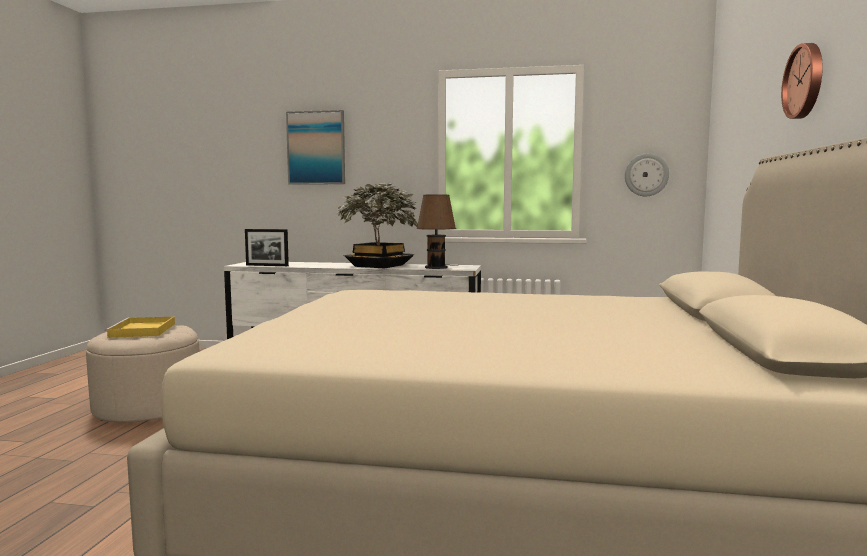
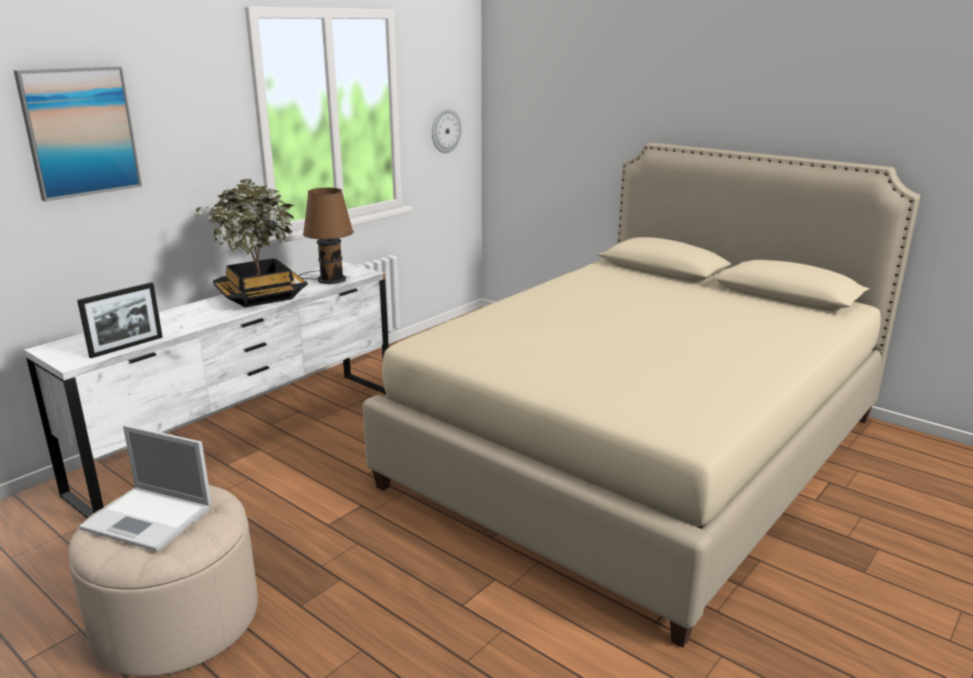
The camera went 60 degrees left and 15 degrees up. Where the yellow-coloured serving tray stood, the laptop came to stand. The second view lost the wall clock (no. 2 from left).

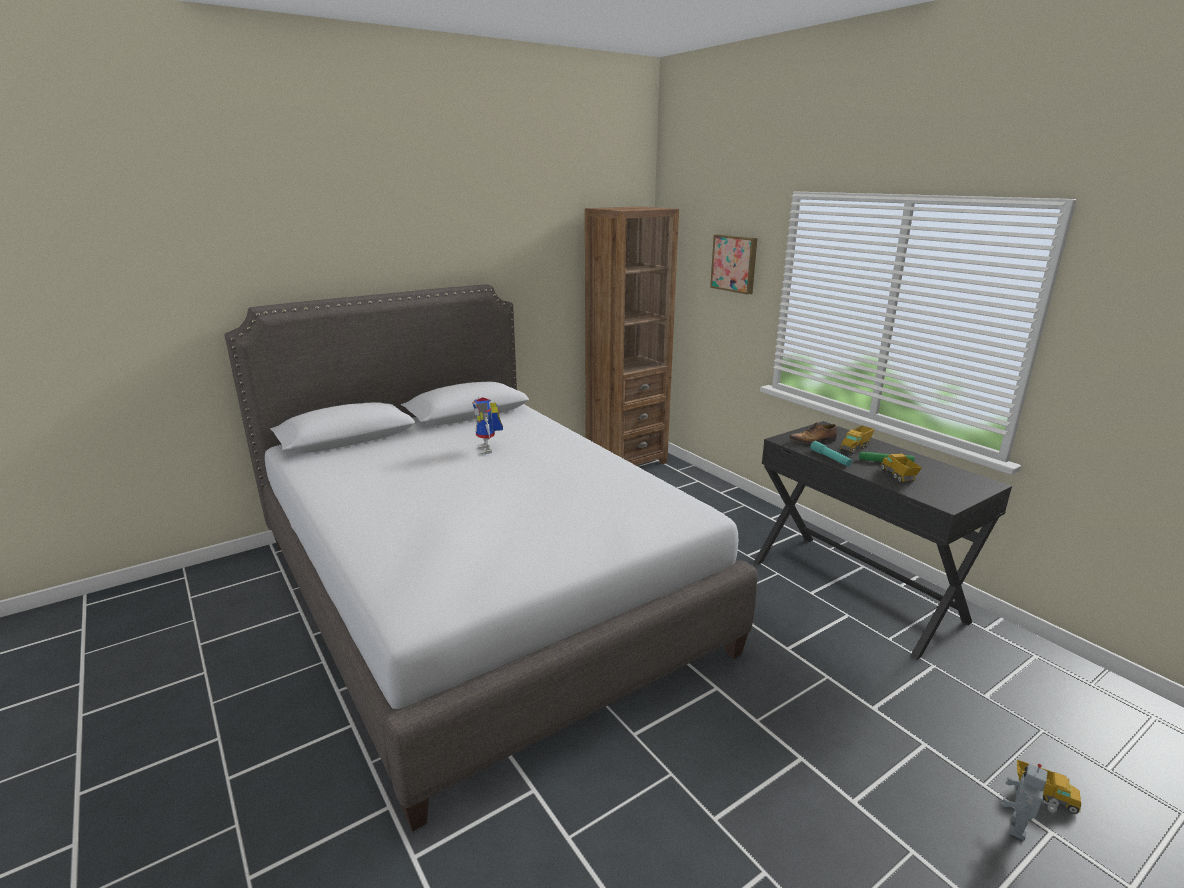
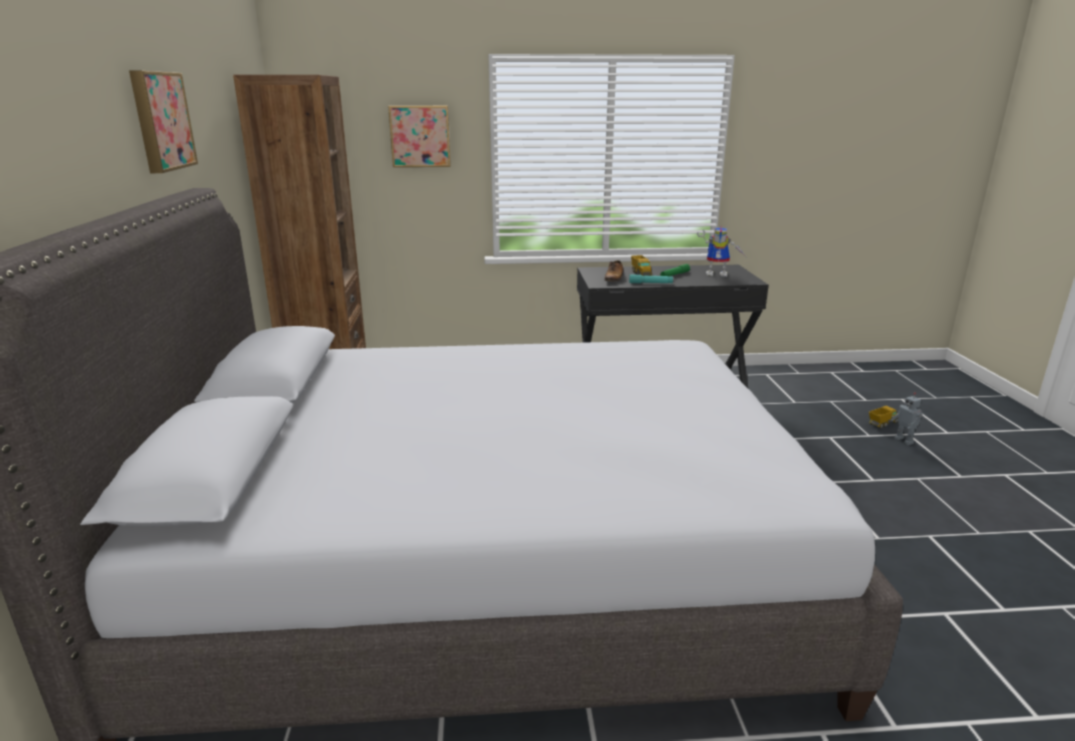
The camera went 60 degrees left and 0 degrees up. The robot figure (no. 1 from left) ended up elsewhere. The second view lost the toy lorry (no. 2 from left). The second view gained the wall art (no. 1 from left).

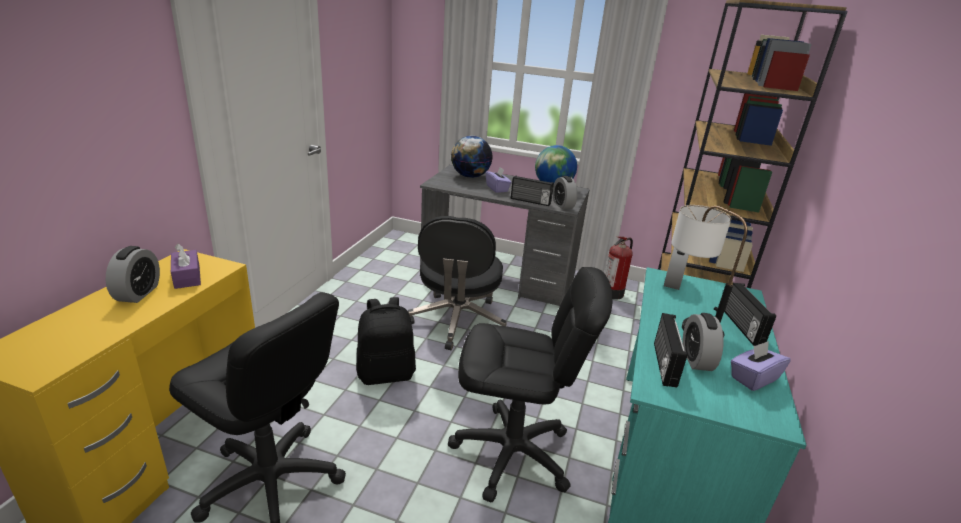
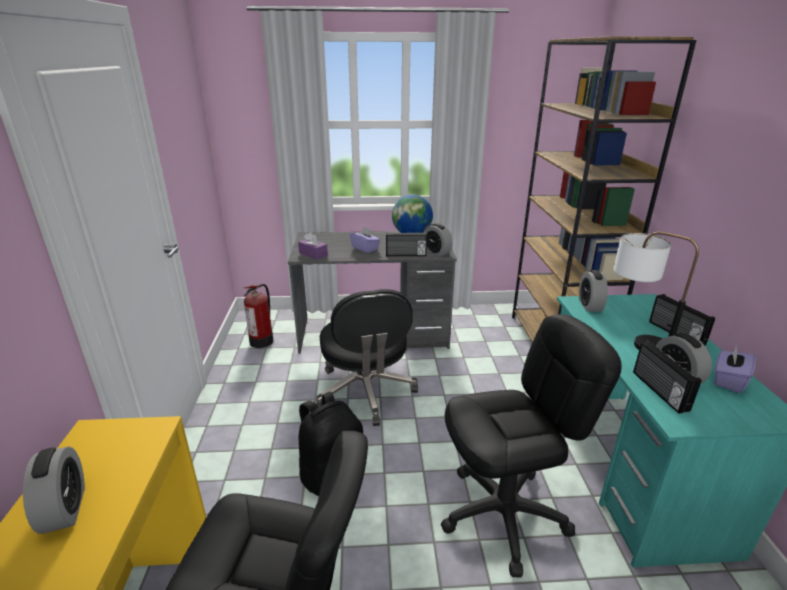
The camera went 20 degrees left and 0 degrees up. The purple-coloured box of tissues (no. 1 from left) ended up elsewhere. The second view lost the world globe (no. 1 from left). The fire extinguisher ended up elsewhere.

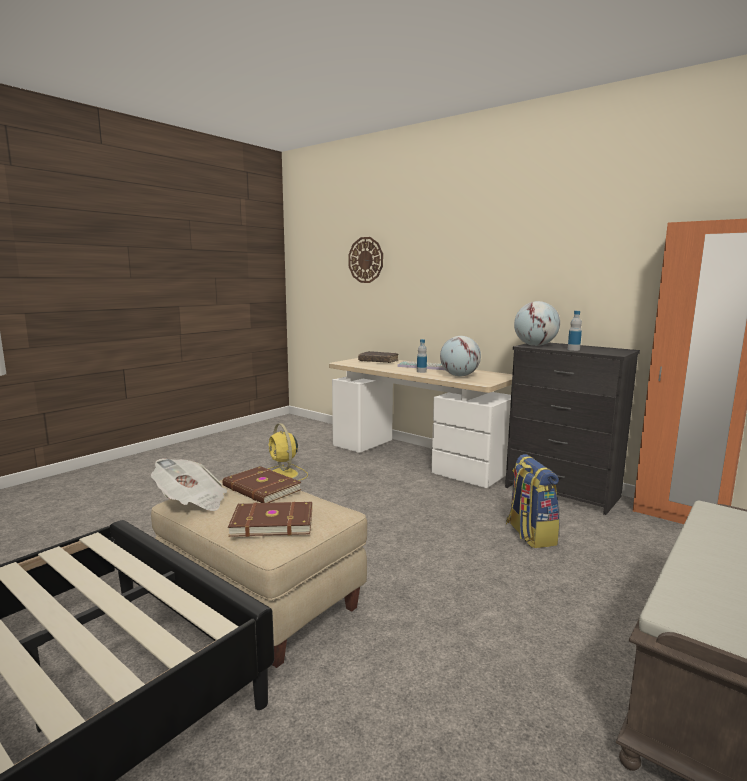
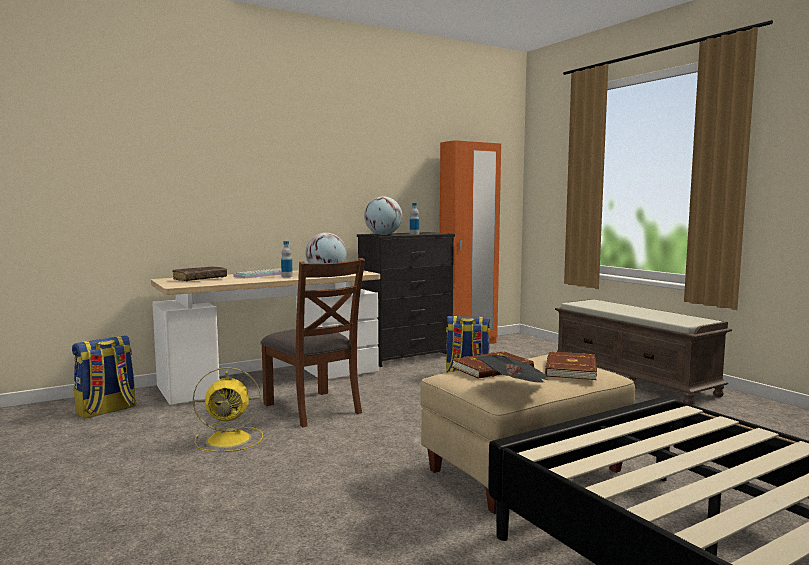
The camera went 70 degrees left and 5 degrees down. The second view lost the wall clock. The second view gained the rucksack (no. 1 from left). The second view gained the brown chair.

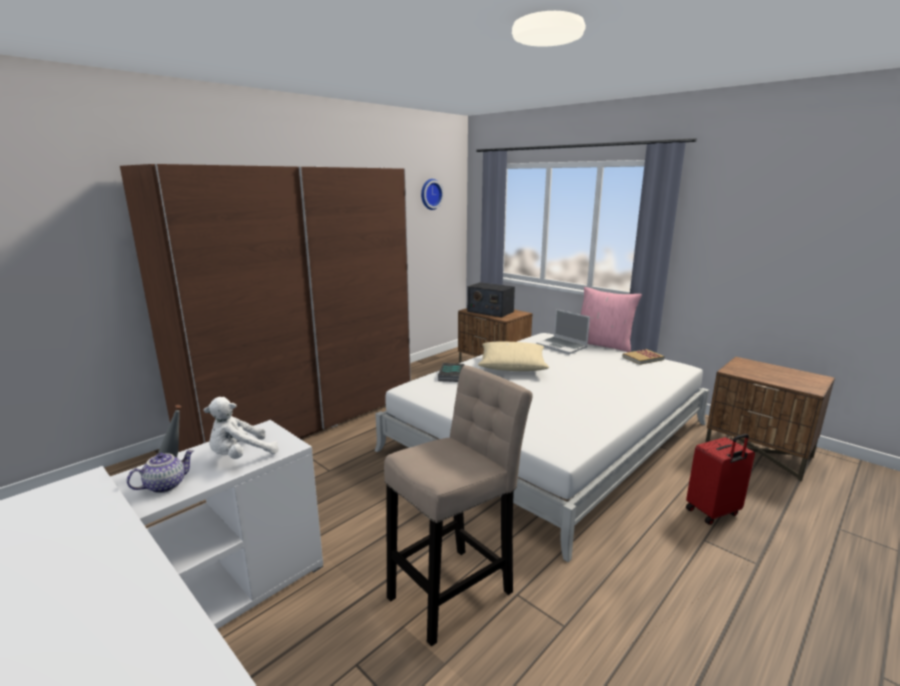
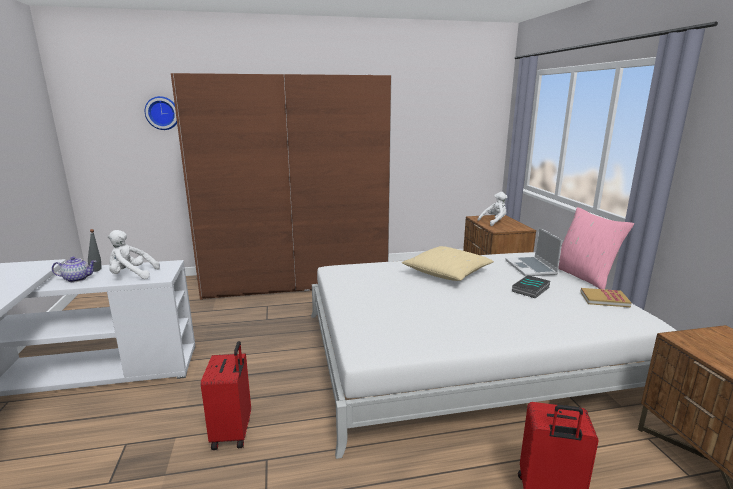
The camera went 35 degrees right and 0 degrees up. Where the sand-coloured stool seat stood, the reddish travel case (no. 1 from left) came to stand. The wall clock ended up elsewhere. The bound book (no. 1 from left) ended up elsewhere. Where the radio stood, the white plush toy (no. 2 from left) came to stand.

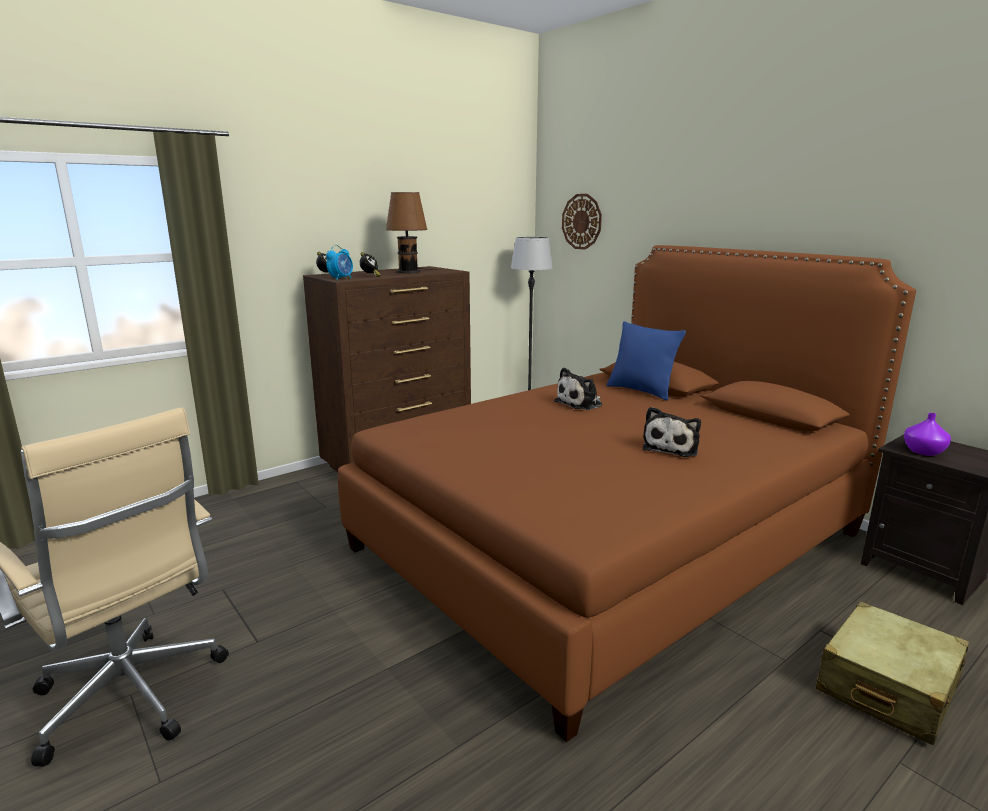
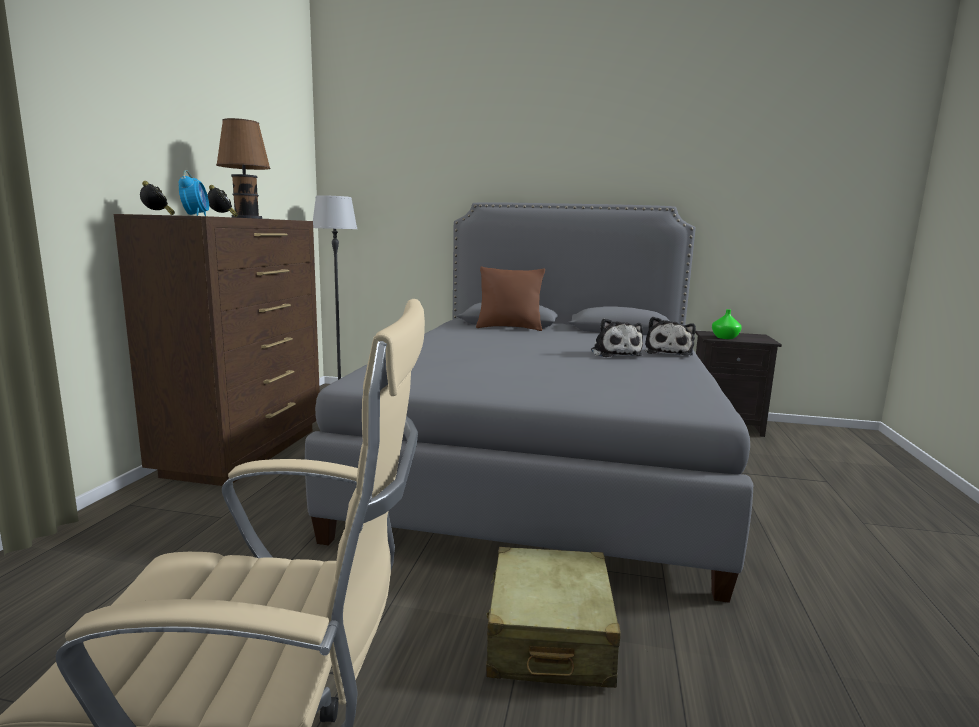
The camera went 40 degrees left and 5 degrees down. What was the brown bedroom bed turned into the grey bedroom bed. The plush toy (no. 1 from left in the first image) ended up elsewhere. The second view lost the wall clock. What was the bluish throw pillow turned into the brown throw pillow. The sand-coloured travel case ended up elsewhere. What was the purple-coloured vase turned into the green-coloured vase.

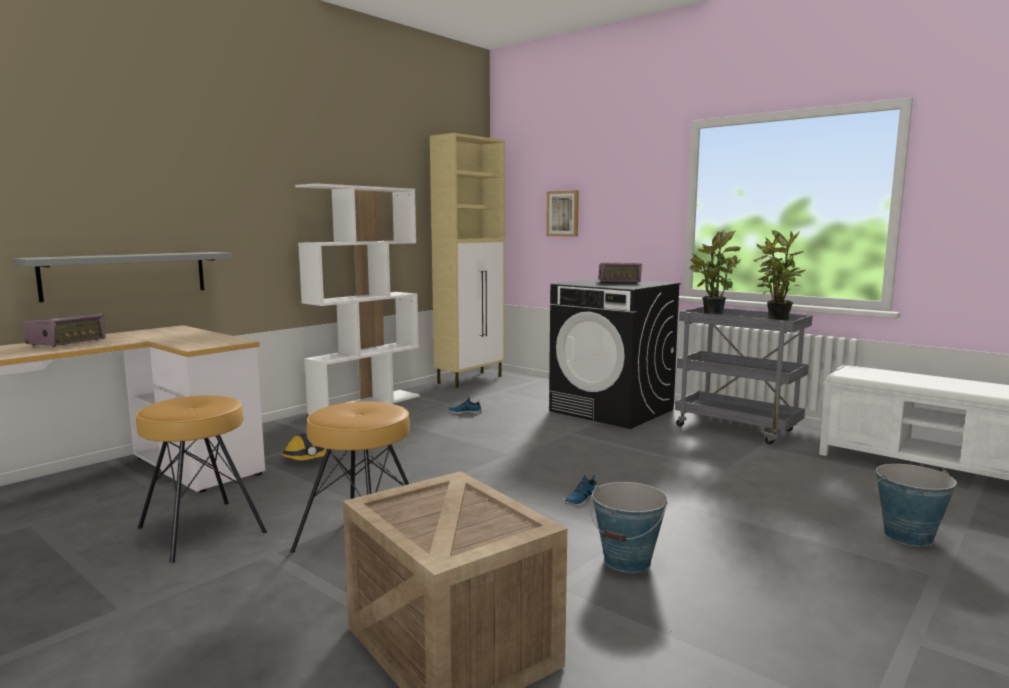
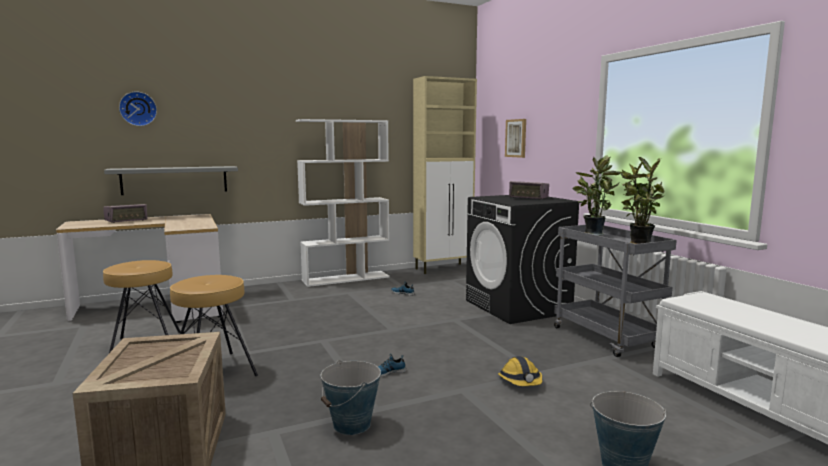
The camera went 25 degrees right and 0 degrees up. The safety helmet ended up elsewhere. The second view gained the wall clock.

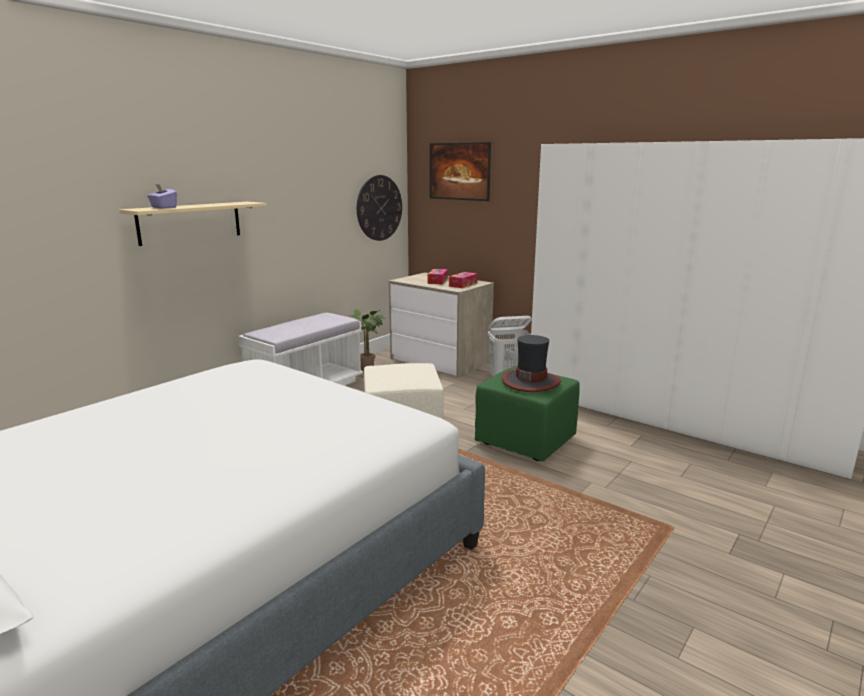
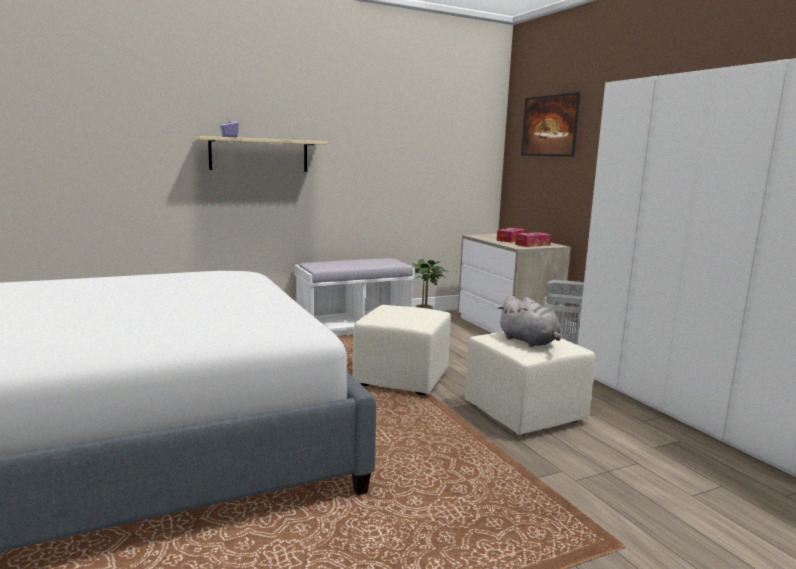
The camera went 25 degrees right and 5 degrees down. The second view lost the wall clock. What was the green-coloured pouffe turned into the sand-coloured pouffe (no. 2 from left). Where the clothing hat stood, the grey plush toy came to stand.

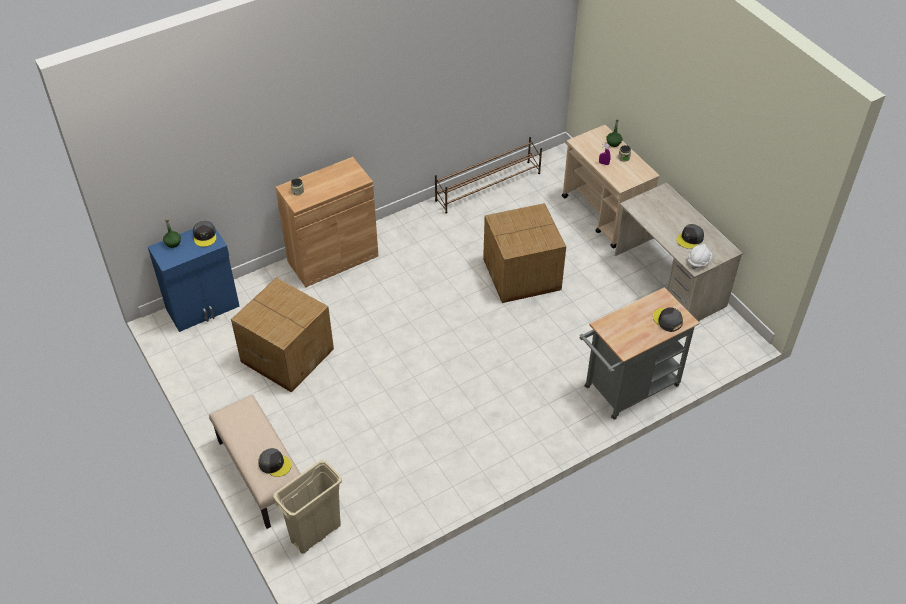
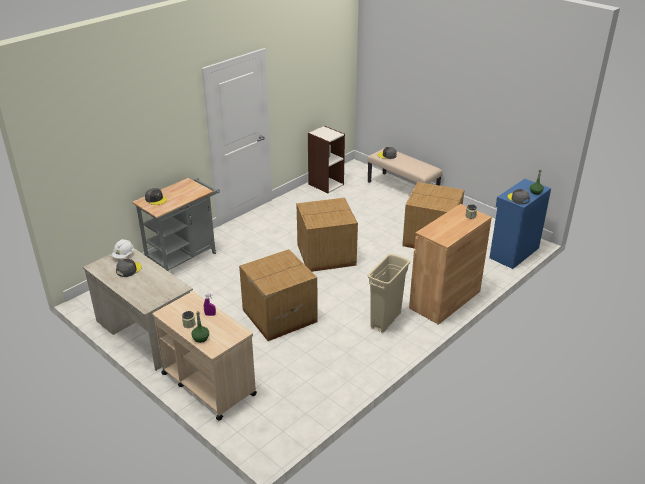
The camera went 165 degrees right and 15 degrees down. The sand-coloured waste bin ended up elsewhere. The second view lost the brown shoe shelf. The second view gained the cardboard box (no. 2 from left). The second view gained the bookshelf.

